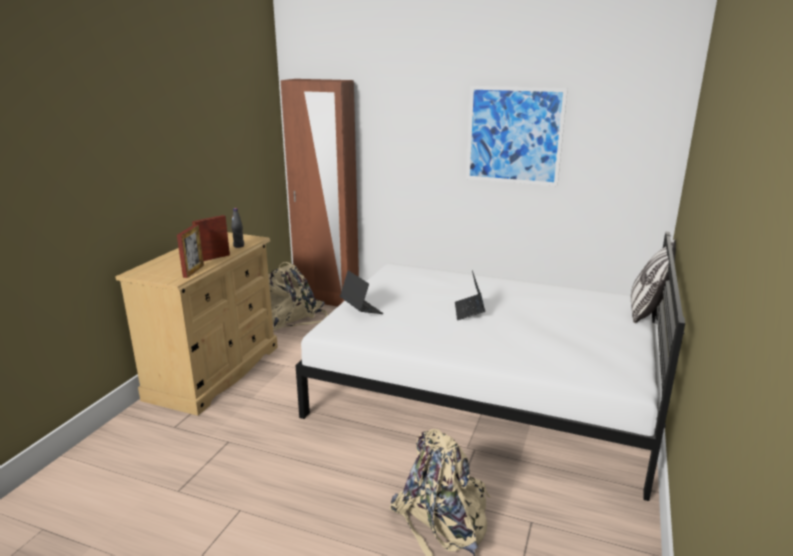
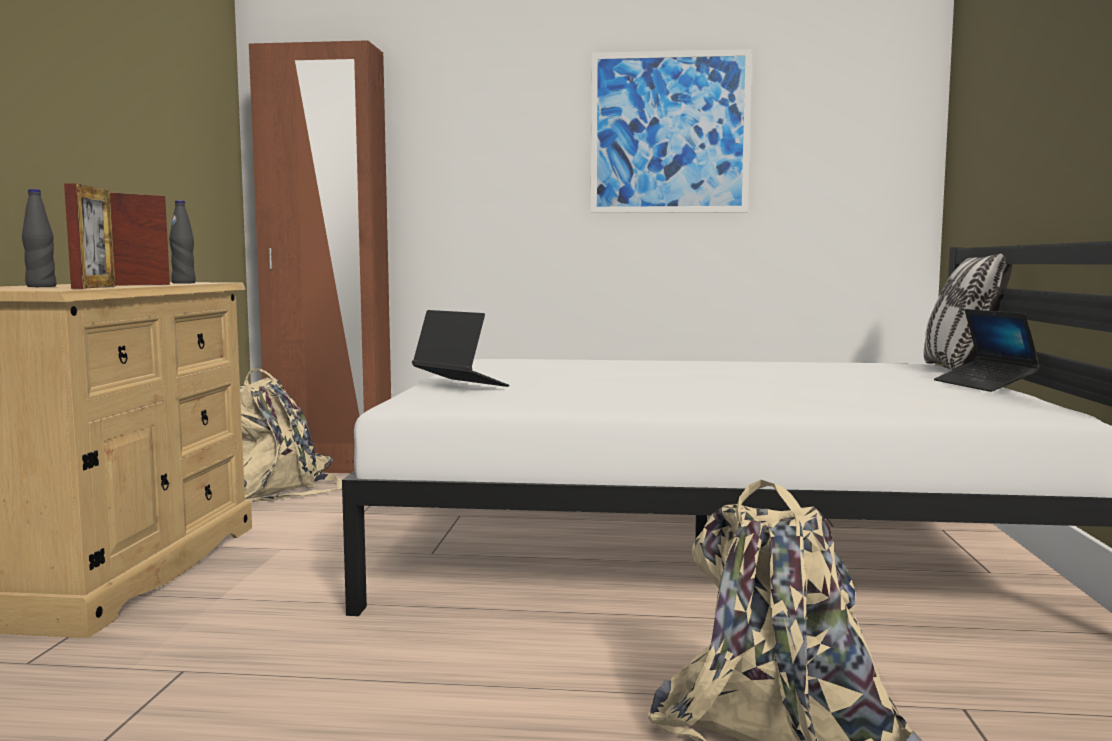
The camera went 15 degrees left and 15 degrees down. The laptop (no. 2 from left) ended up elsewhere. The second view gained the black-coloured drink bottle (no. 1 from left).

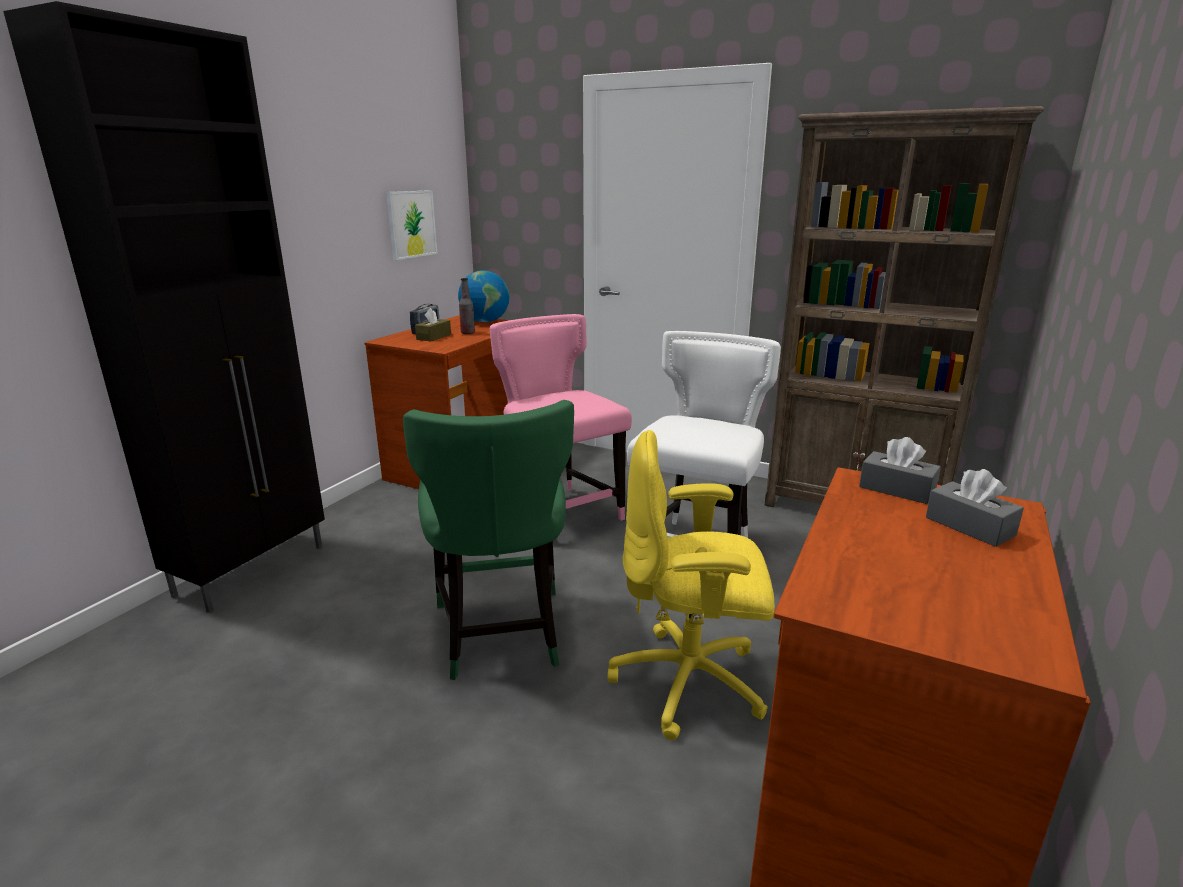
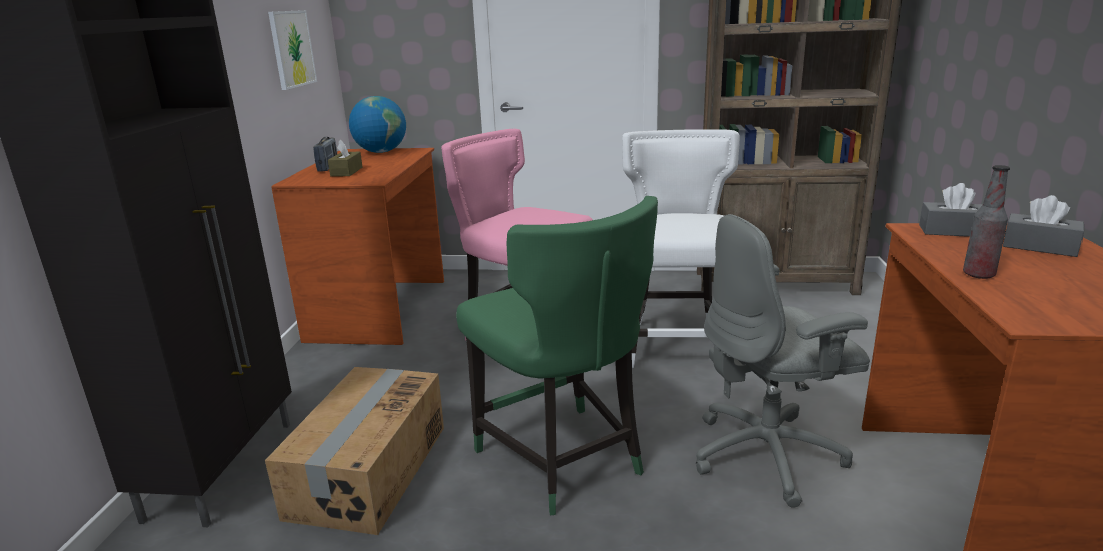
The camera went 20 degrees left and 0 degrees up. The drink bottle ended up elsewhere. What was the yellow-coloured computer chair turned into the grey computer chair. The second view gained the cardboard box.

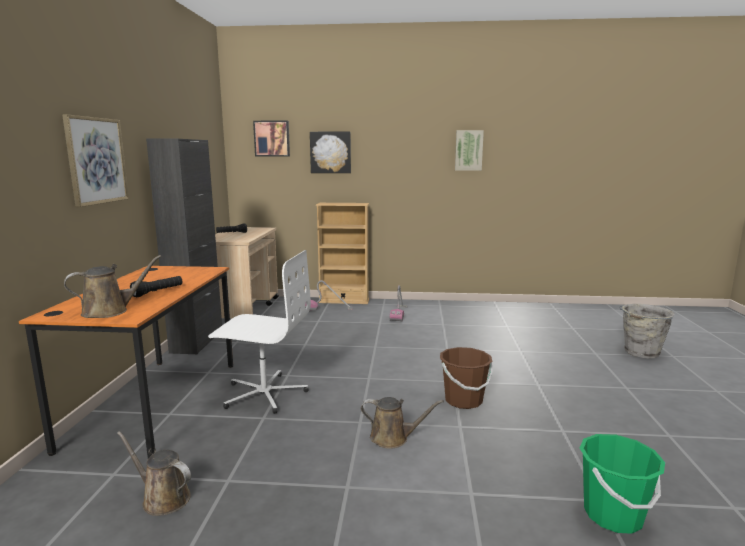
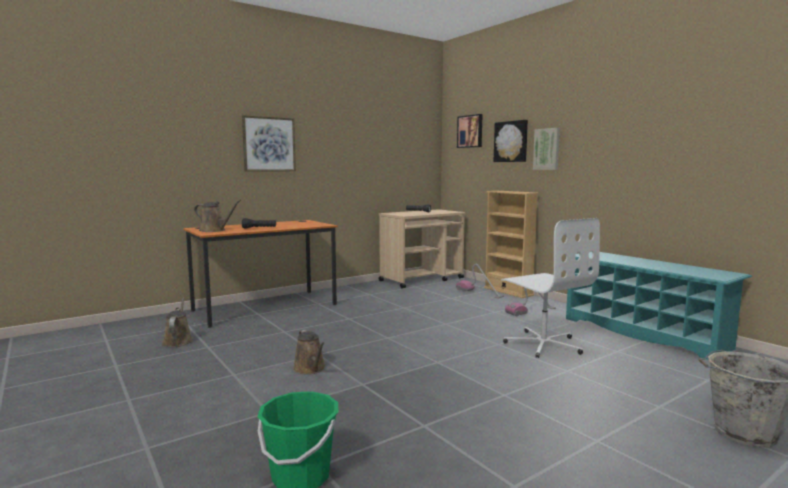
The camera went 50 degrees right and 5 degrees down. The second view lost the black-coloured storage cabinet. The white computer chair ended up elsewhere. The second view lost the brown bucket. The wall art (no. 4 from left) ended up elsewhere. The second view gained the blue-green shoe shelf.

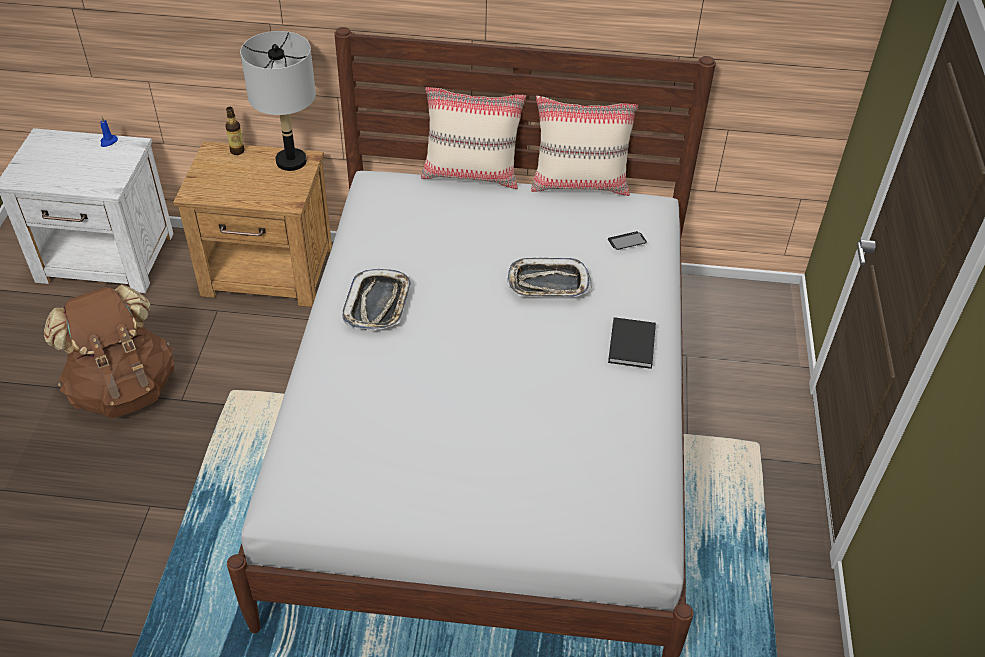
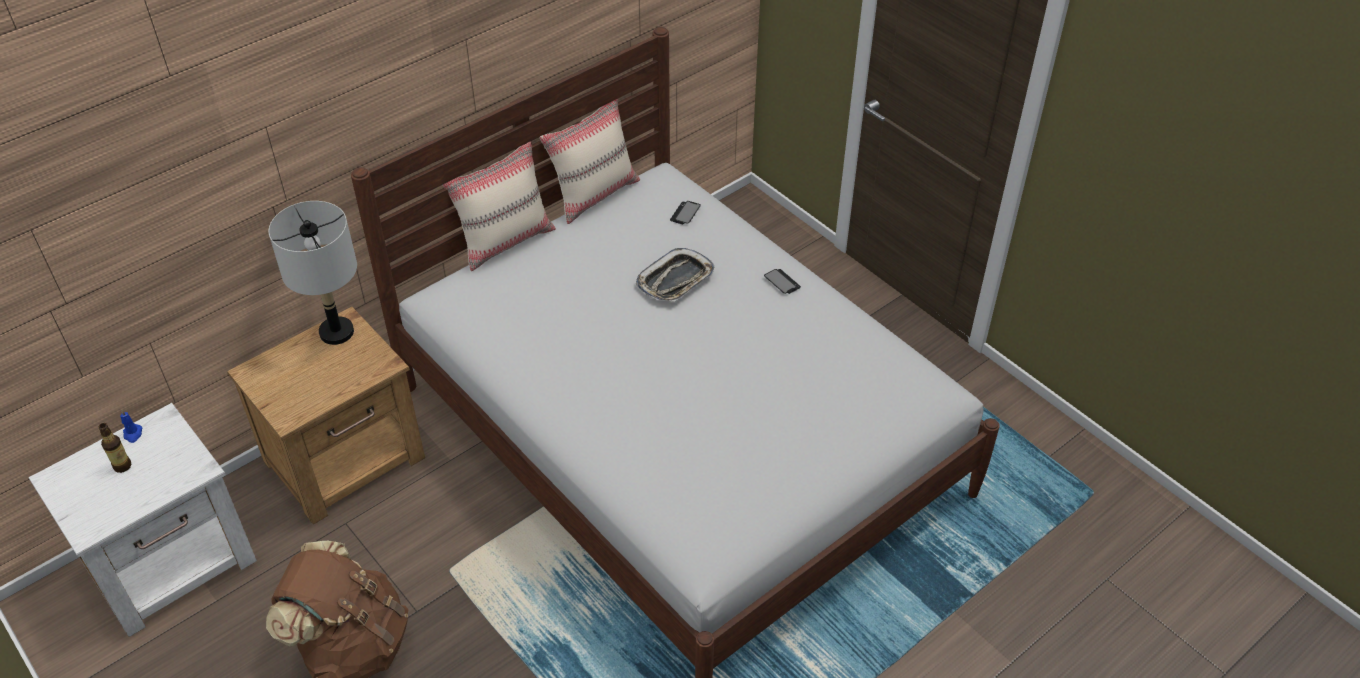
The camera went 45 degrees left and 0 degrees up. The drink bottle ended up elsewhere. The second view lost the serving tray (no. 1 from left). Where the black-coloured bound book stood, the handset (no. 2 from left) came to stand.

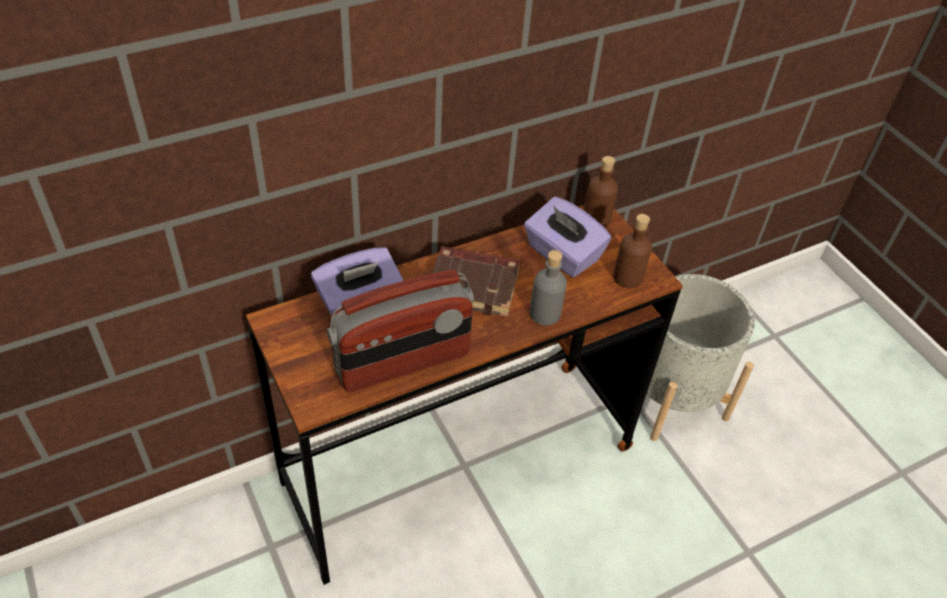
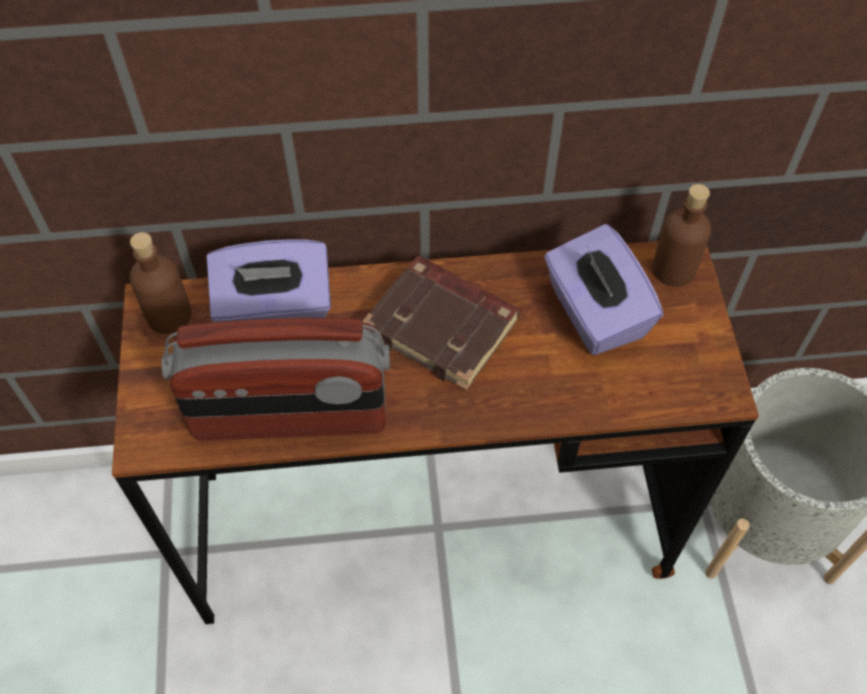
The camera went 25 degrees right and 10 degrees up. The second view lost the grey drink bottle. The brown drink bottle (no. 2 from left in the first image) ended up elsewhere.

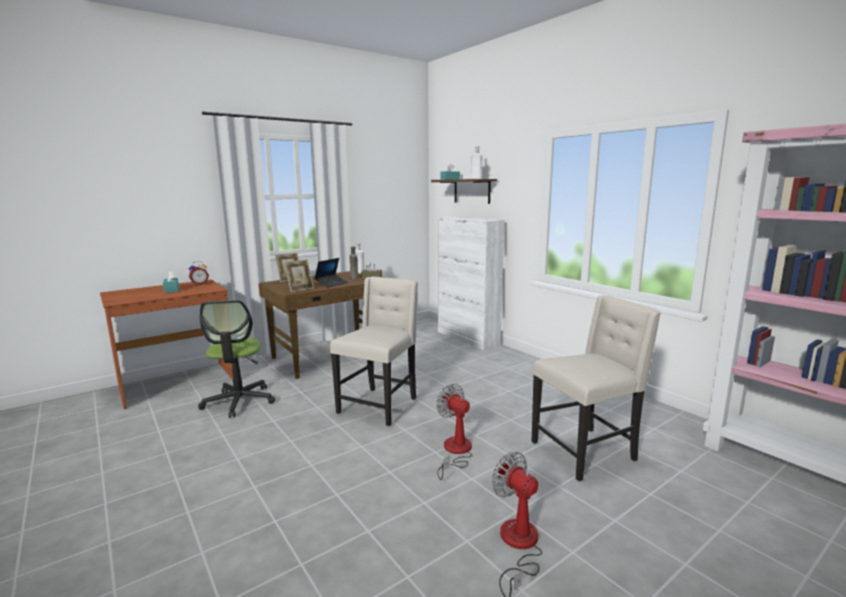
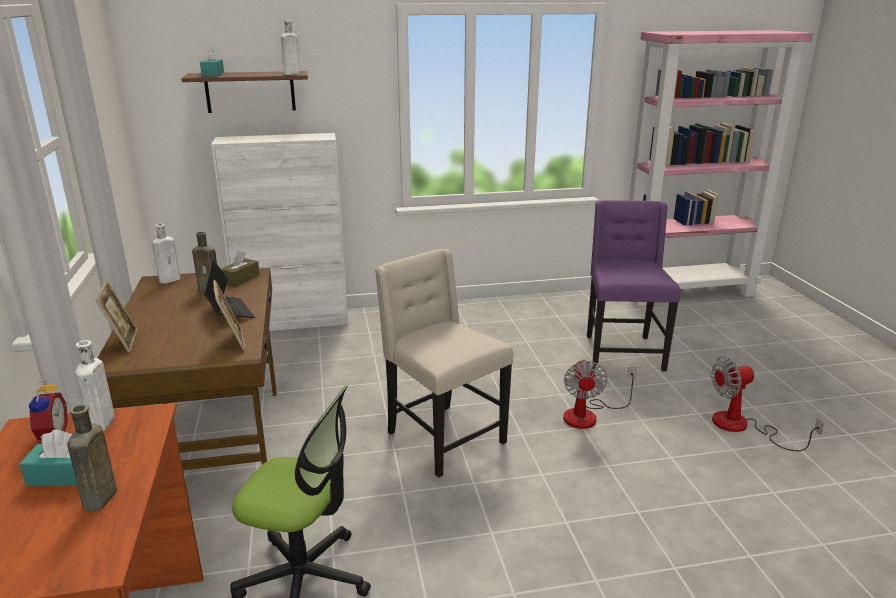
The camera went 65 degrees left and 10 degrees up. The fan (no. 1 from left) ended up facing another way, 75 degrees counterclockwise from before. What was the sand-coloured chair (no. 2 from left) turned into the purple-coloured chair. The second view gained the brown drink bottle (no. 1 from left). The second view gained the white drink bottle (no. 1 from left).

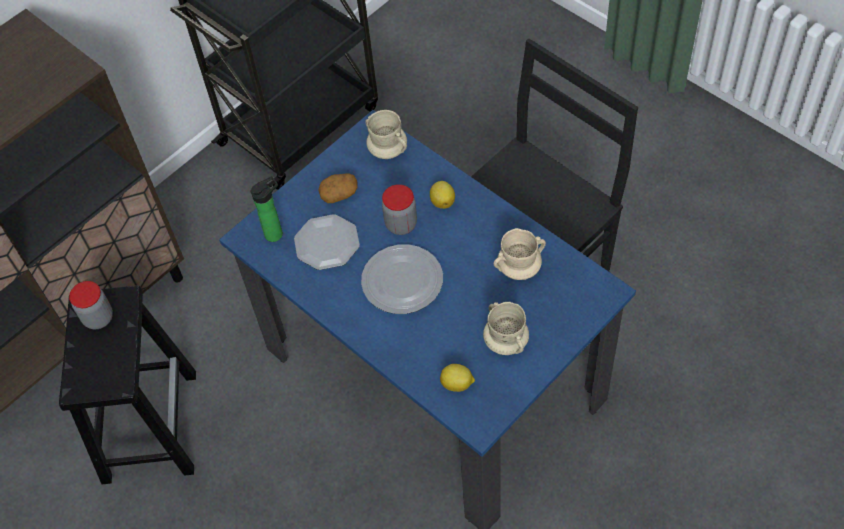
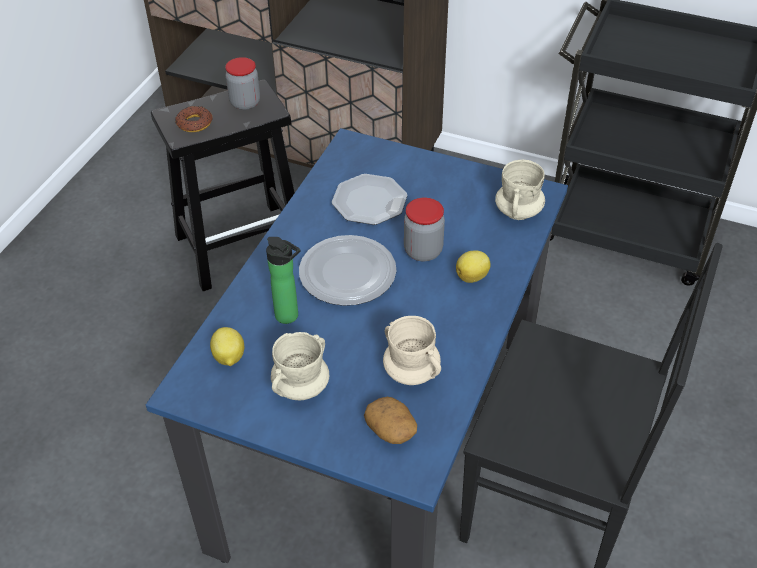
The camera went 65 degrees right and 10 degrees down. The drink bottle ended up elsewhere. The potato ended up elsewhere. The second view gained the ring doughnut.

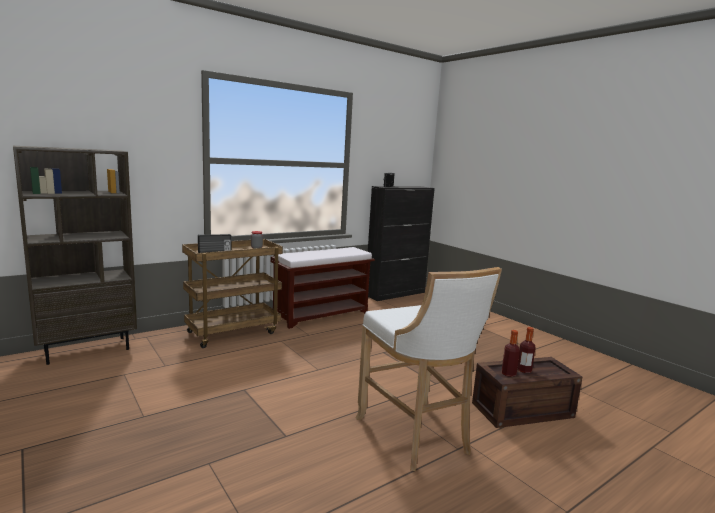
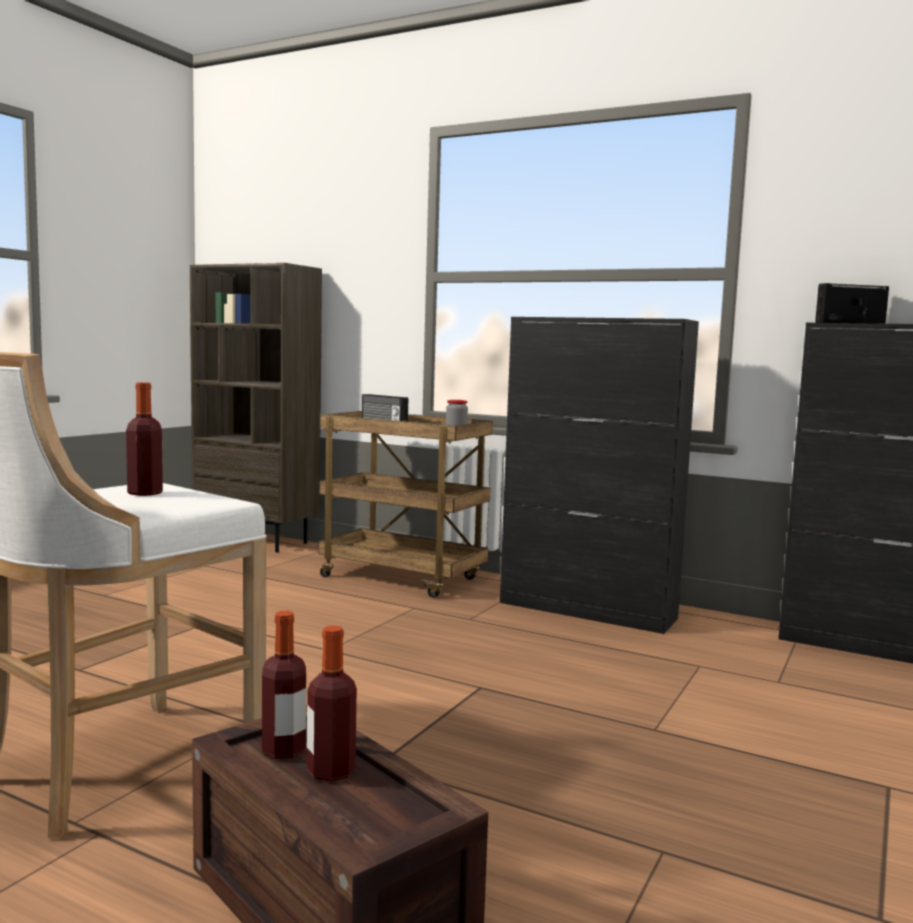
The camera went 65 degrees right and 5 degrees down. Where the brown long seat stood, the black-coloured storage cabinet (no. 1 from left) came to stand. The second view gained the drink bottle (no. 1 from left).

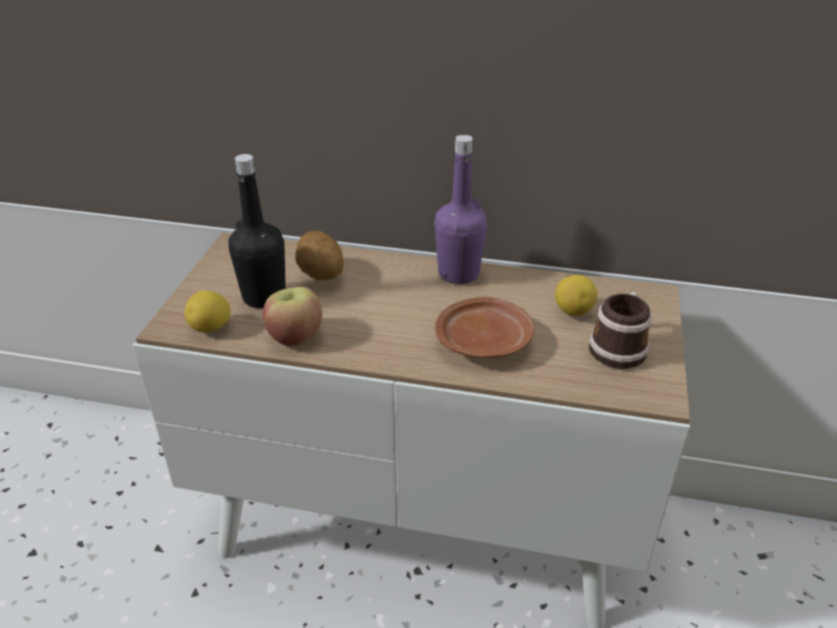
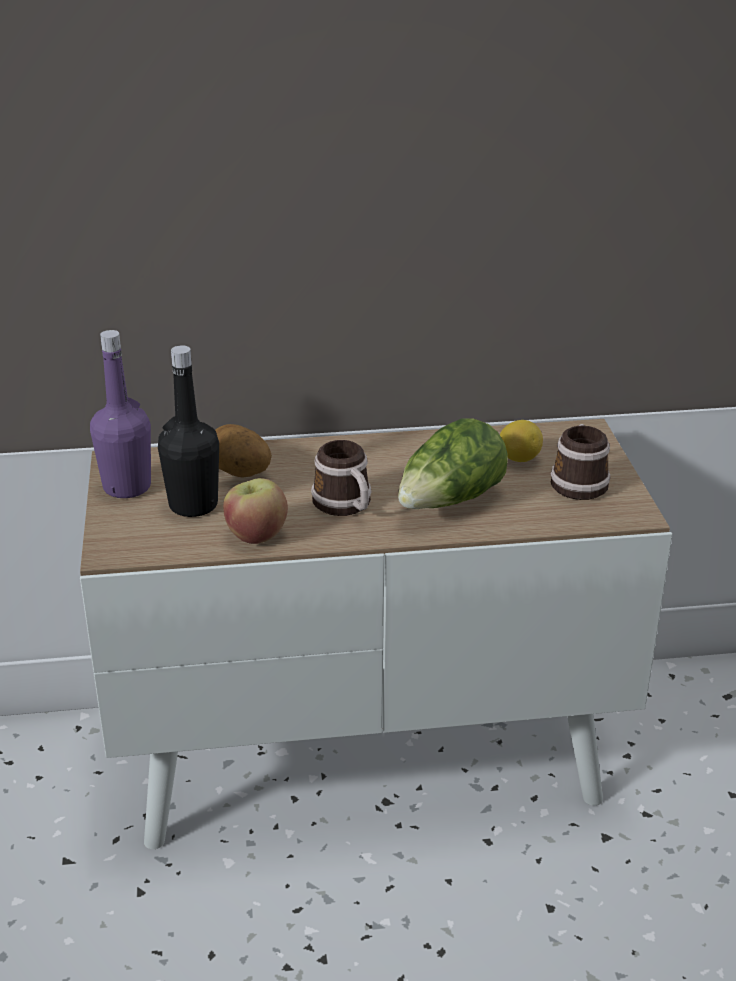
The camera went 20 degrees left and 5 degrees down. The second view lost the citrus fruit (no. 1 from left). The purple-coloured drink bottle ended up elsewhere. Where the brown plate stood, the lettuce came to stand. The second view gained the mug (no. 1 from left).

